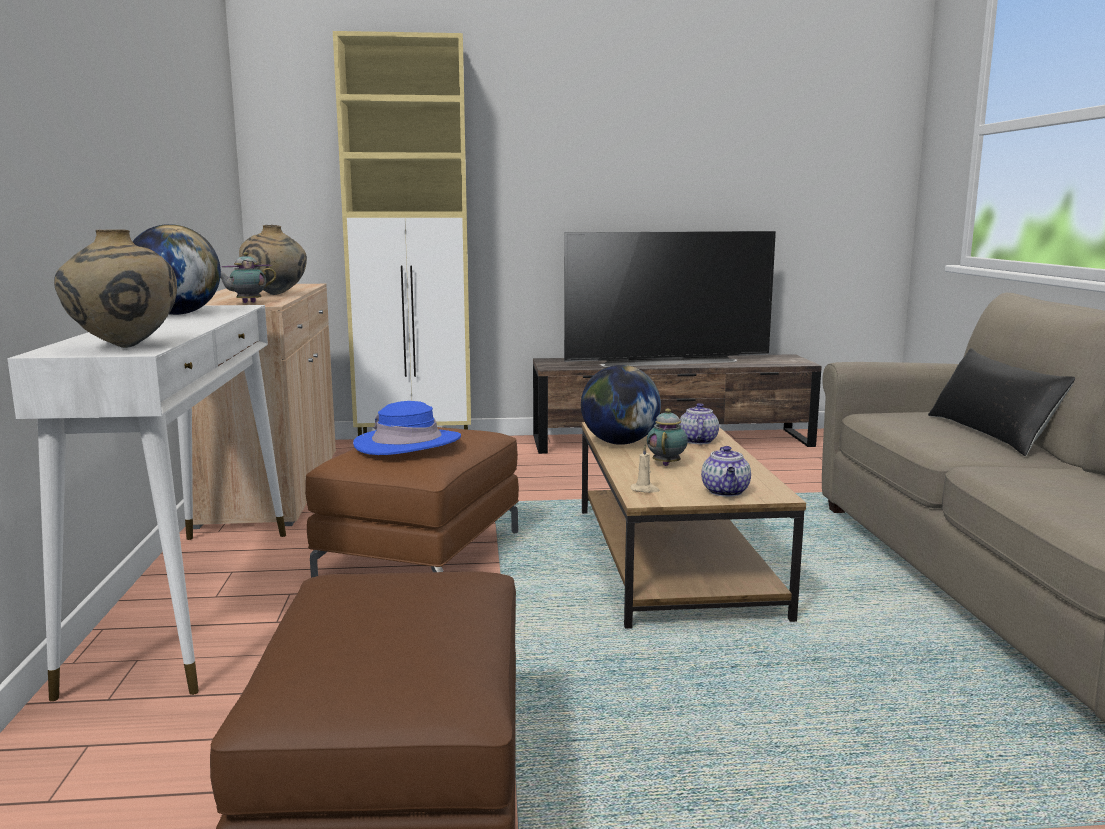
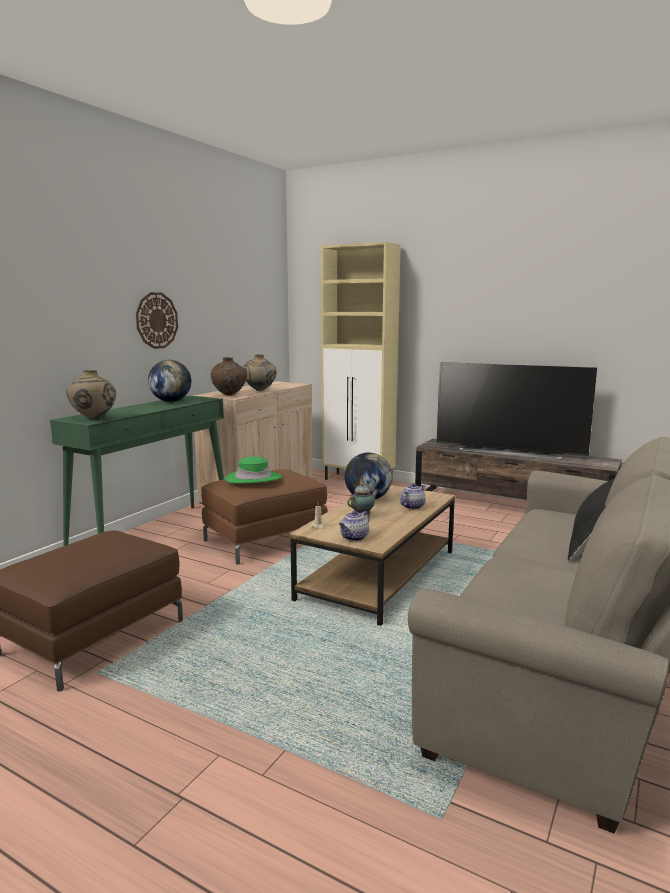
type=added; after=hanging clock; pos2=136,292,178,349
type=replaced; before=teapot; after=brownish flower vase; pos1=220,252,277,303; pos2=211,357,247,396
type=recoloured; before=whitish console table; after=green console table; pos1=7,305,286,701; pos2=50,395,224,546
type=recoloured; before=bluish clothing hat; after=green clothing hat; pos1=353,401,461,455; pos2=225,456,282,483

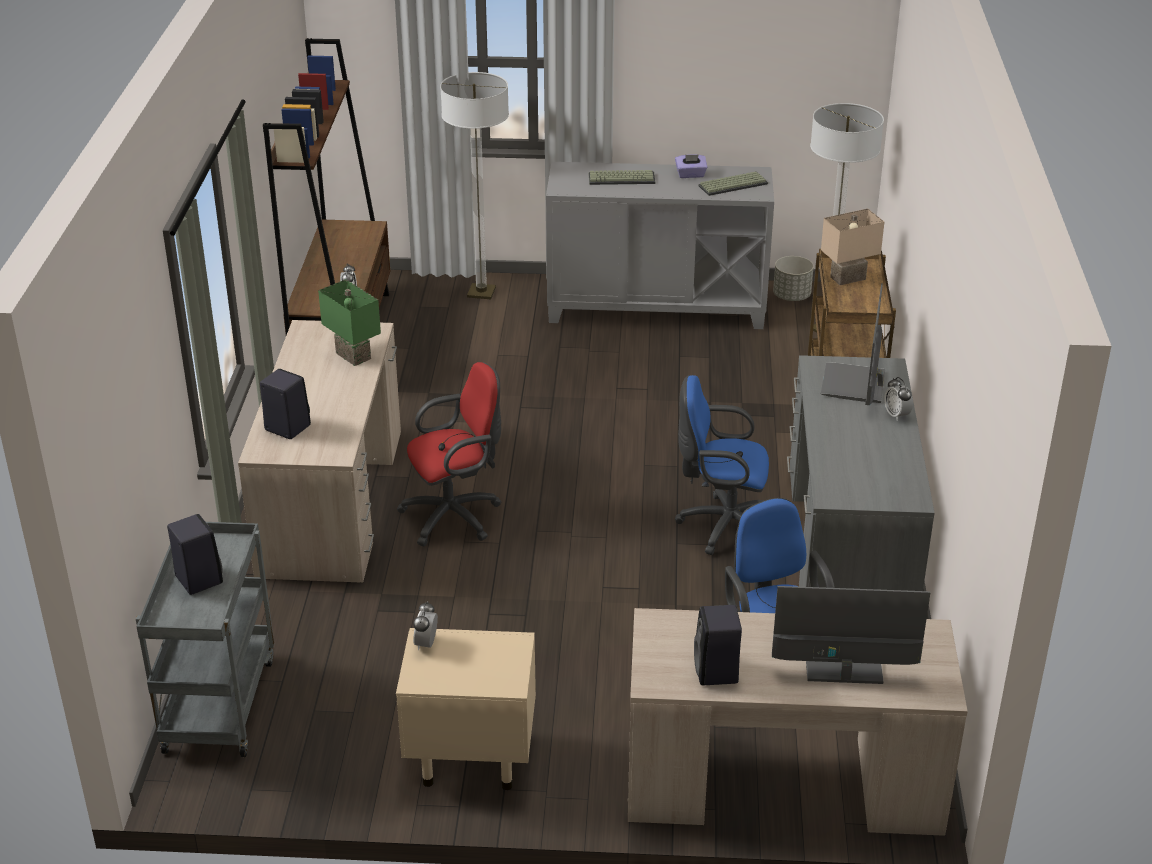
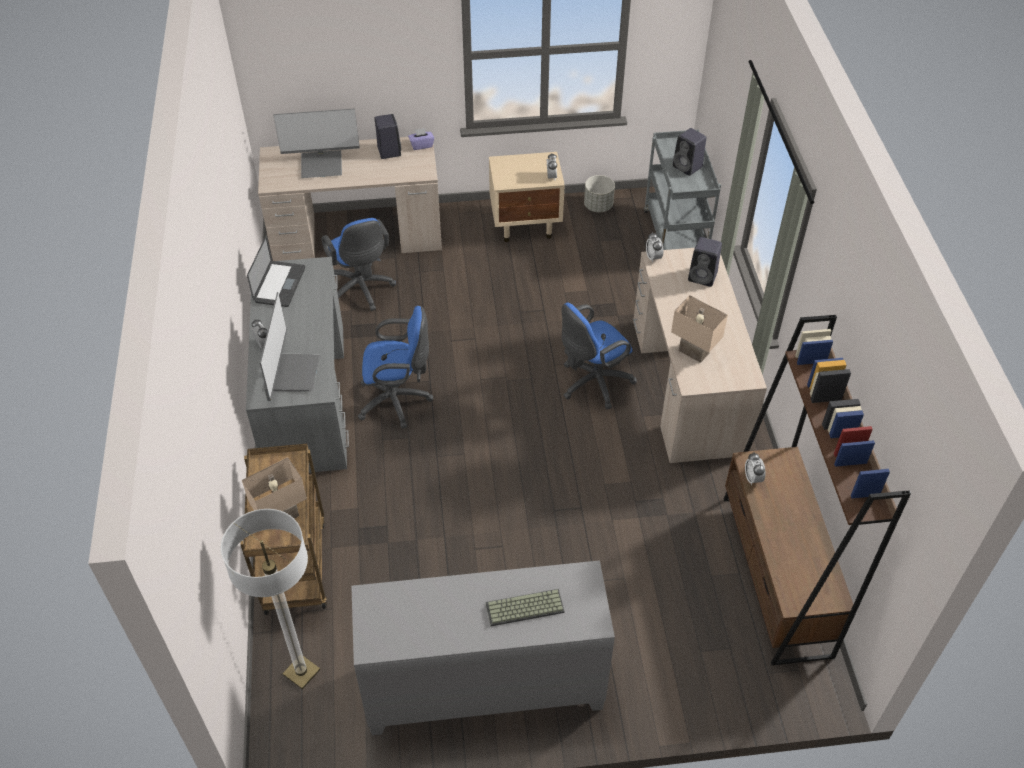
type=removed; before=standing lamp; pos1=440,72,509,299
type=removed; before=keyboard; pos1=698,171,768,196
type=added; after=portable computer; pos2=247,235,305,307
type=added; after=table clock; pos2=646,232,664,262
type=moved; before=purple box of tissues; pos1=675,154,708,178; pos2=408,128,434,150
type=moved; before=greyish flower pot; pos1=773,256,814,301; pos2=584,175,615,212
type=recoloured; before=green lamp for a table; after=sand-coloured lamp for a table; pos1=318,279,381,366; pos2=671,295,728,363
type=recoloured; before=red office chair; after=bluish office chair; pos1=397,362,501,546; pos2=562,303,637,409

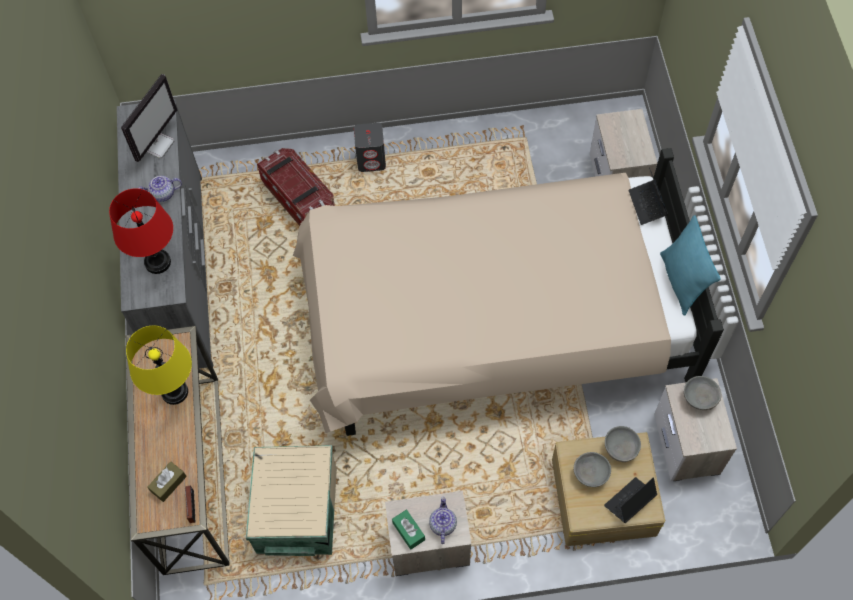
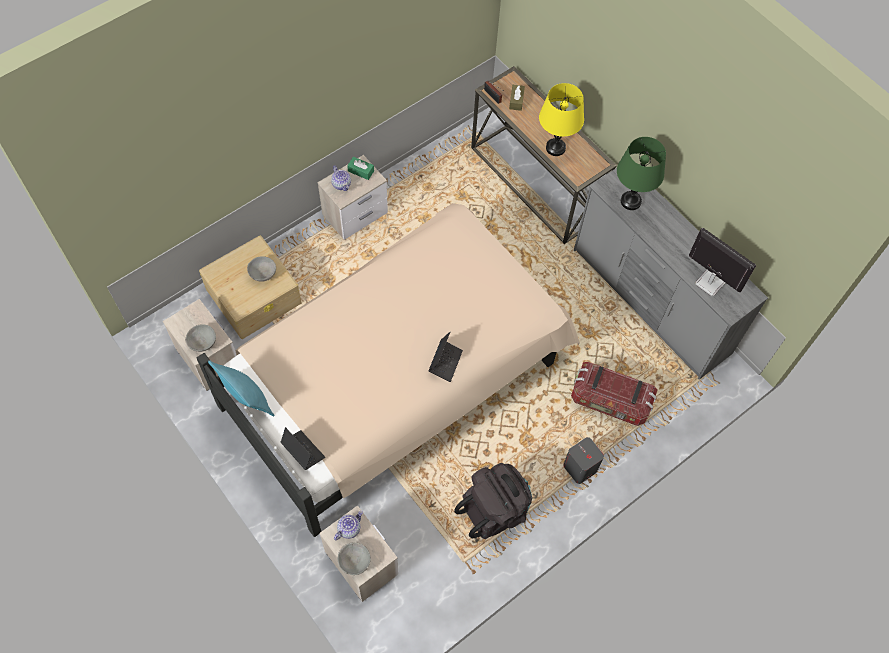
type=removed; before=sand-coloured storage box; pos1=246,445,337,556
type=added; after=black-coloured rucksack; pos2=454,463,532,539
type=moved; before=teapot; pos1=138,176,182,202; pos2=334,510,363,541
type=moved; before=portable computer; pos1=604,477,657,523; pos2=428,332,463,382
type=moved; before=greyish deep dish; pos1=605,426,641,462; pos2=338,542,371,575
type=recoloured; before=red lamp for a table; after=green lamp for a table; pos1=109,188,173,274; pos2=617,137,666,210
type=turned; before=monitor; pos1=121,74,177,162; pos2=689,228,756,296; turn=135

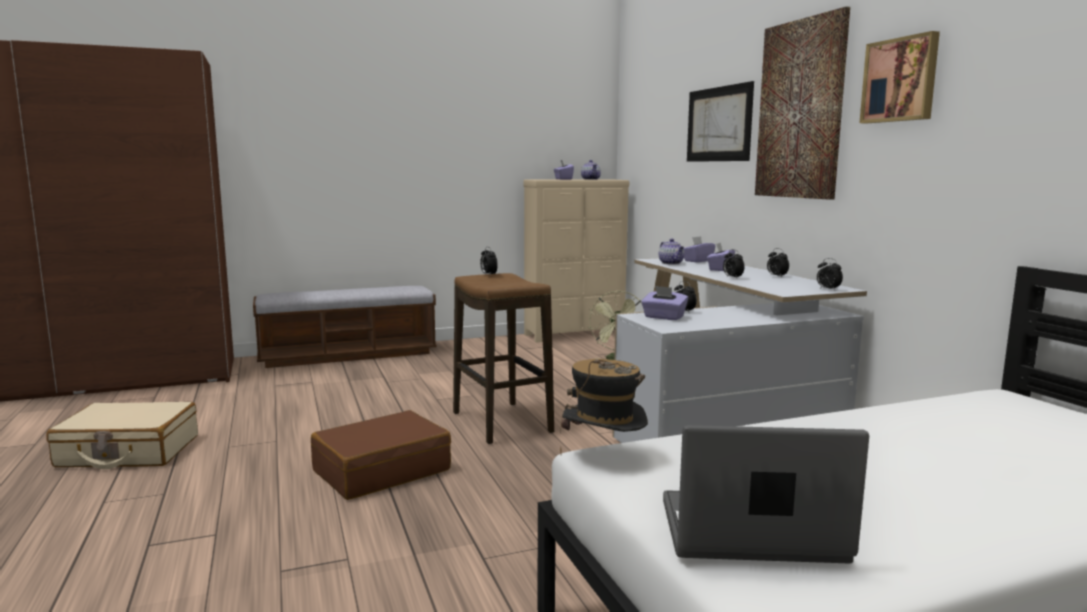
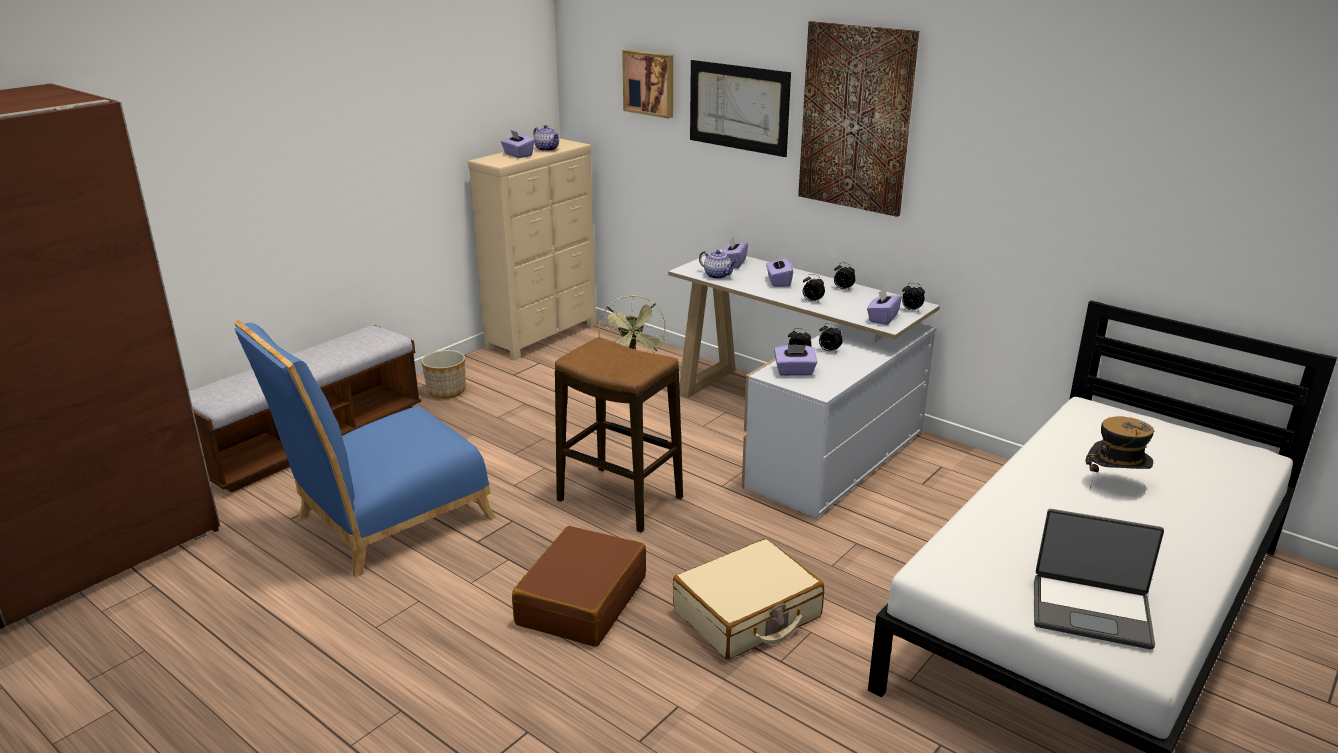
type=added; after=bluish chair; pos2=234,320,496,578
type=added; after=flower pot; pos2=421,350,466,399
type=added; after=purple box of tissues; pos2=867,288,902,325
type=moved; before=sand-coloured travel case; pos1=46,402,198,469; pos2=673,539,824,660
type=moved; before=table clock; pos1=480,247,498,275; pos2=819,323,843,352
type=moved; before=clothing hat; pos1=560,359,648,453; pos2=1086,417,1154,489
type=moved; before=wall art; pos1=860,31,940,124; pos2=622,50,673,119
type=turned; before=portable computer; pos1=663,425,869,564; pos2=1034,509,1164,650; turn=-135

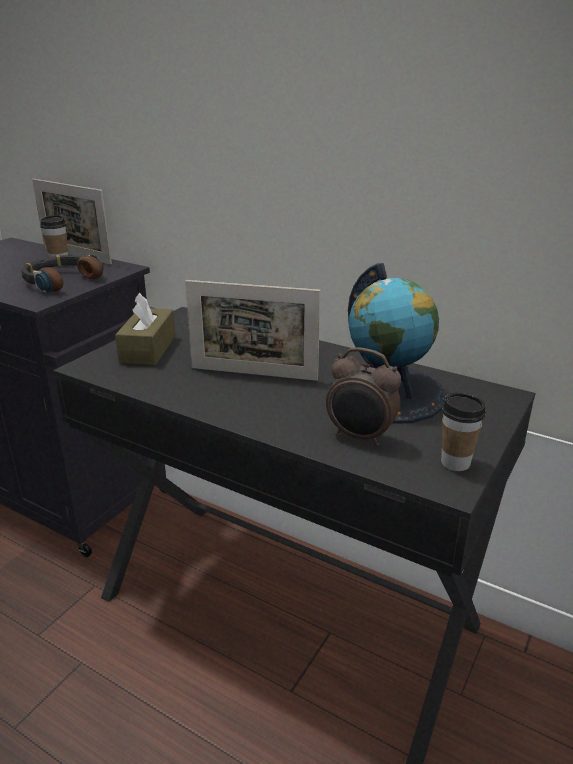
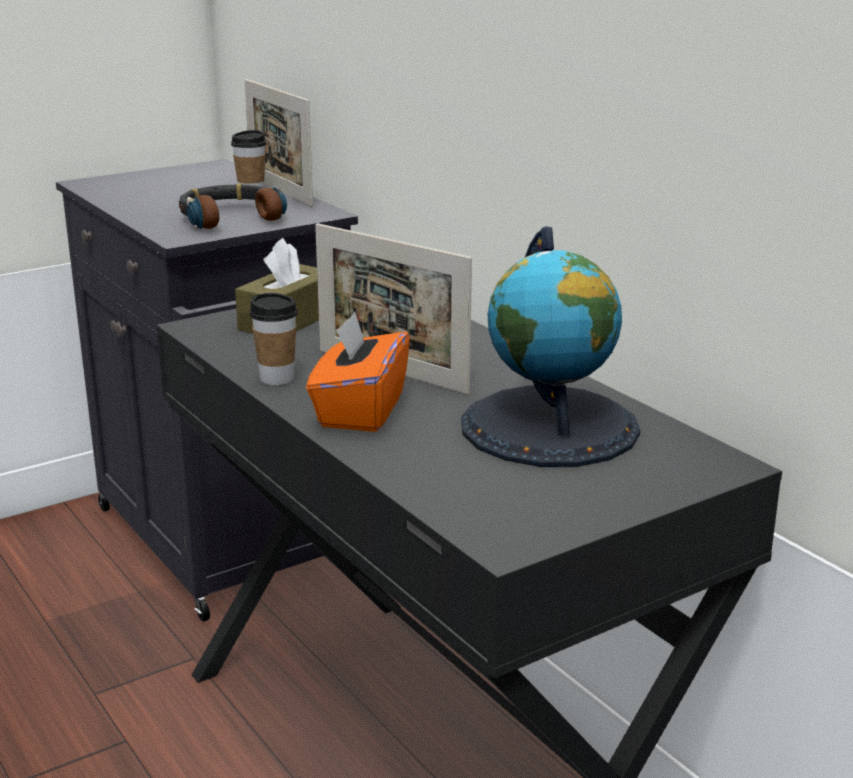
type=removed; before=table clock; pos1=326,347,401,446
type=added; after=orange box of tissues; pos2=306,312,410,432
type=moved; before=small cup; pos1=441,393,486,471; pos2=249,293,298,385

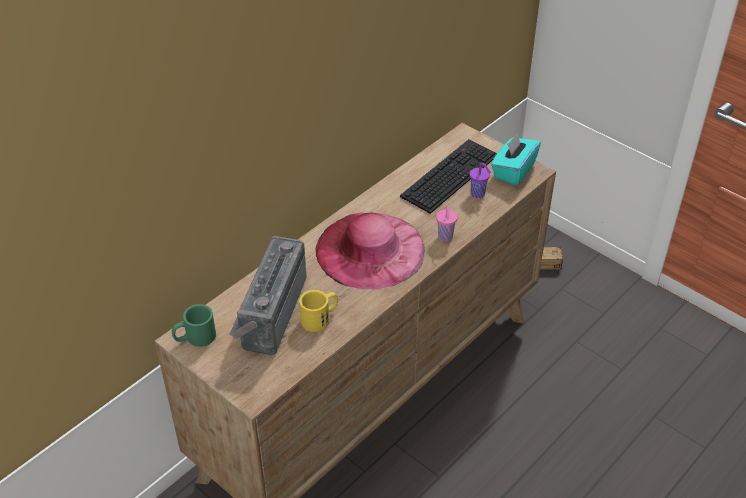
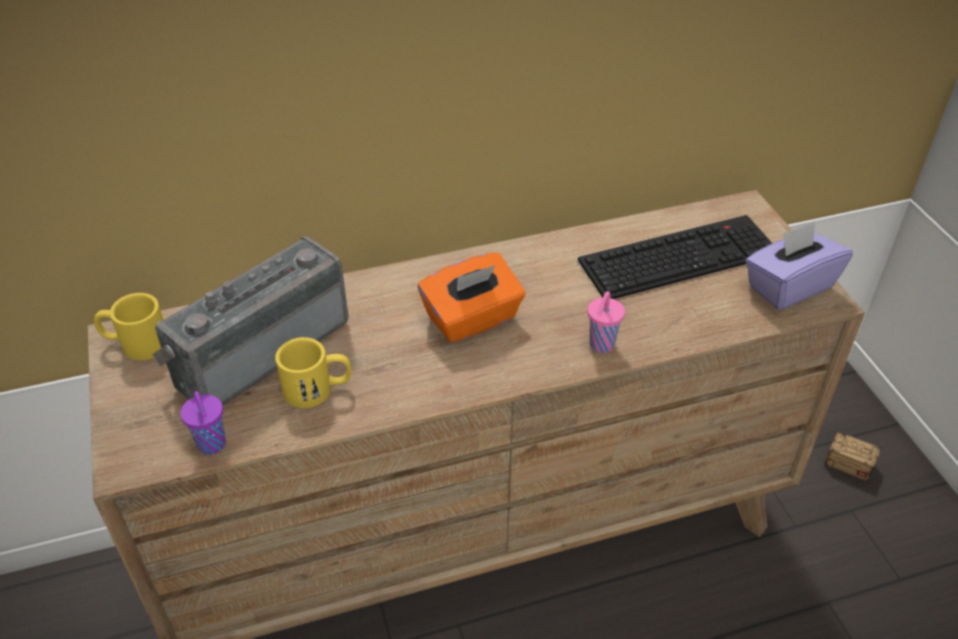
type=moved; before=purple small cup; pos1=470,163,491,198; pos2=180,391,226,455
type=replaced; before=pinkish clothing hat; after=orange box of tissues; pos1=316,213,425,290; pos2=418,253,525,343
type=recoloured; before=green coffee mug; after=yellowish coffee mug; pos1=172,304,216,347; pos2=94,293,163,360
type=recoloured; before=blue-green box of tissues; after=purple box of tissues; pos1=491,133,541,186; pos2=745,222,853,310

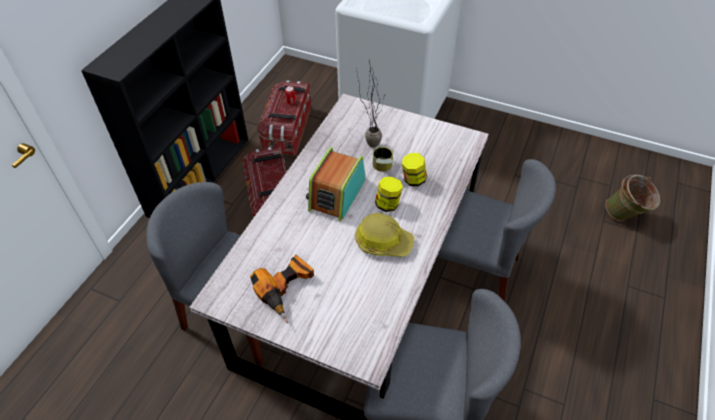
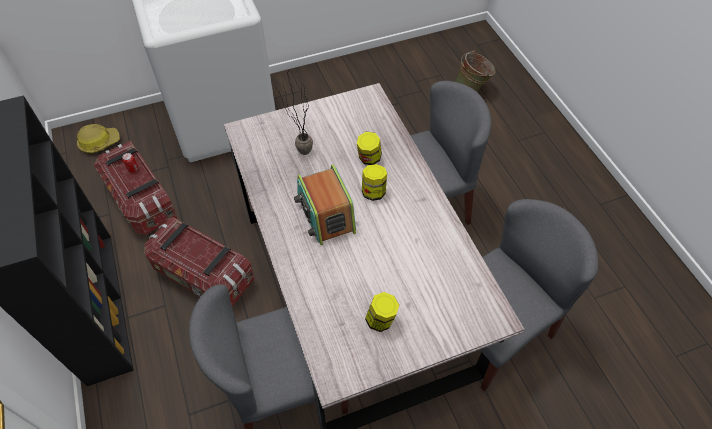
type=removed; before=metal can; pos1=373,146,394,172
type=moved; before=safety helmet; pos1=355,213,414,257; pos2=77,124,120,153
type=replaced; before=electric drill; after=preserve jar; pos1=250,255,314,323; pos2=365,292,399,332

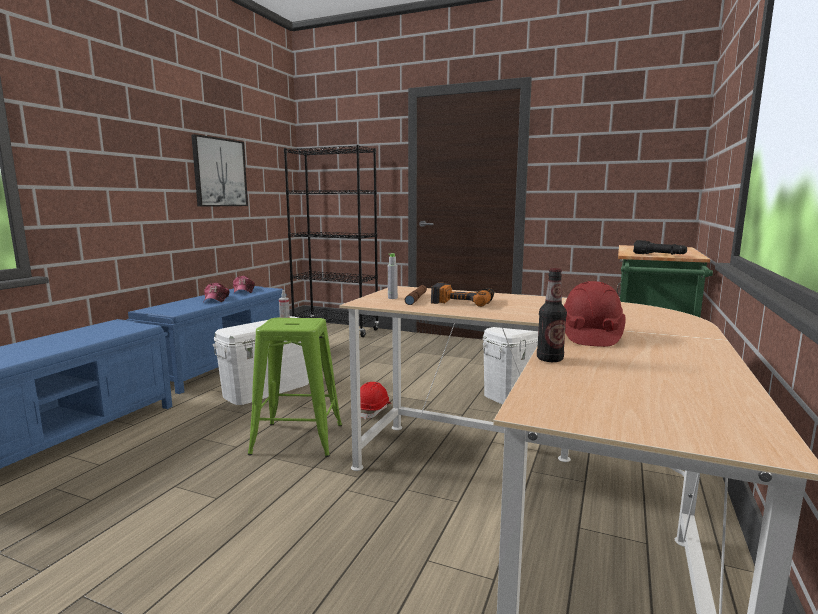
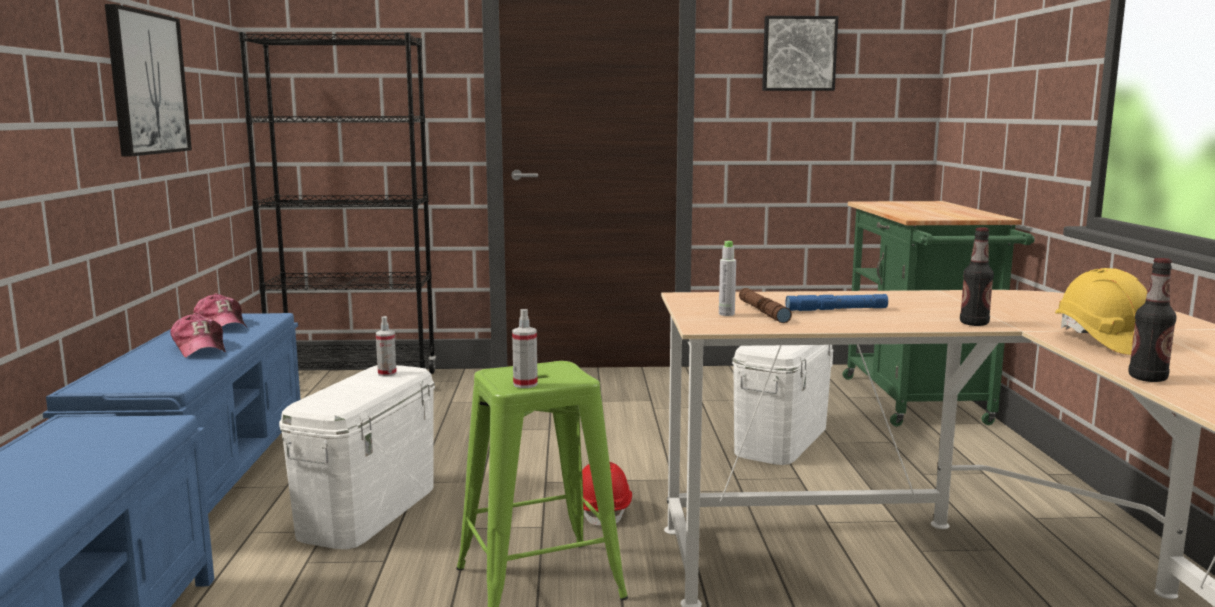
type=removed; before=black-coloured torch; pos1=633,240,687,255
type=added; after=hand sprayer; pos2=512,309,538,388
type=added; after=wall art; pos2=762,16,838,91
type=added; after=drink bottle; pos2=960,227,994,326
type=replaced; before=electric drill; after=bluish torch; pos1=431,282,494,307; pos2=785,294,888,311
type=recoloured; before=red safety helmet; after=yellowish safety helmet; pos1=564,281,626,347; pos2=1055,268,1147,355

